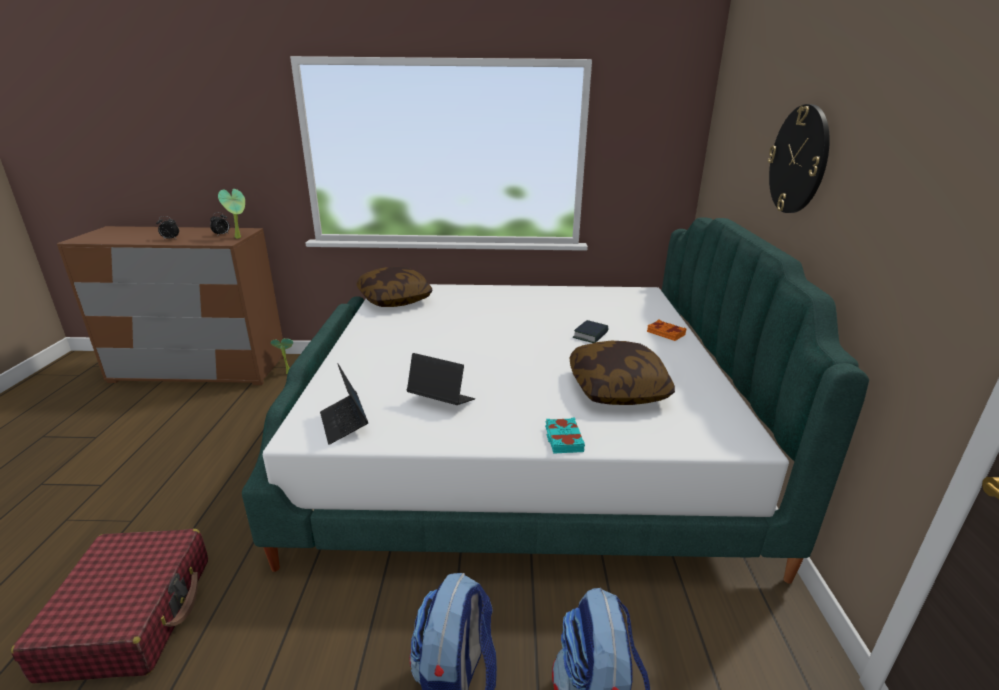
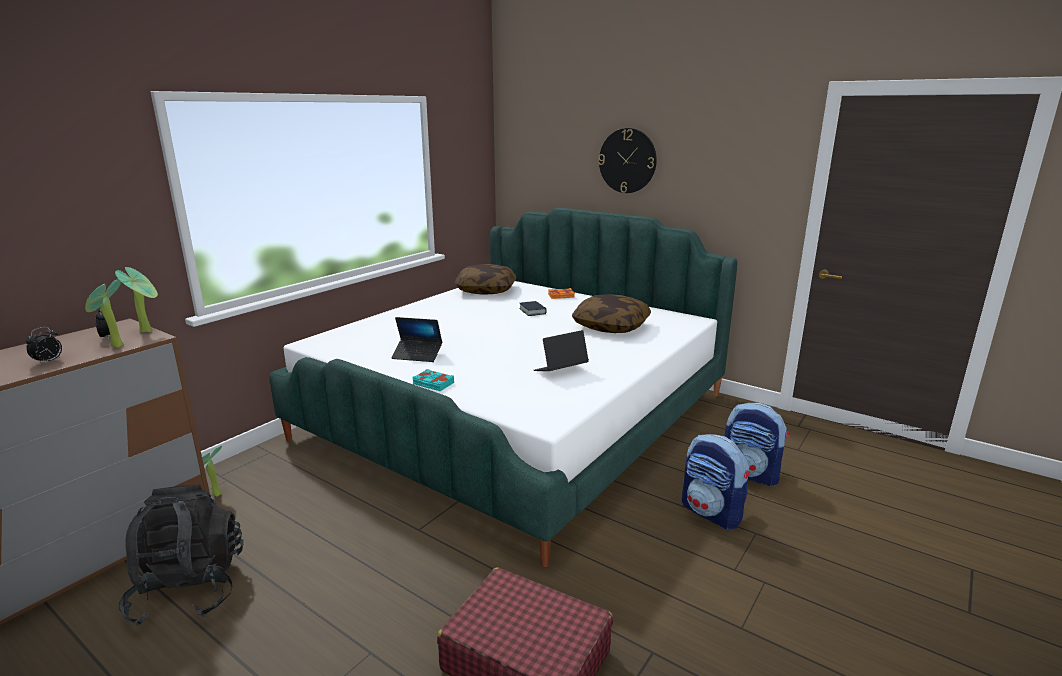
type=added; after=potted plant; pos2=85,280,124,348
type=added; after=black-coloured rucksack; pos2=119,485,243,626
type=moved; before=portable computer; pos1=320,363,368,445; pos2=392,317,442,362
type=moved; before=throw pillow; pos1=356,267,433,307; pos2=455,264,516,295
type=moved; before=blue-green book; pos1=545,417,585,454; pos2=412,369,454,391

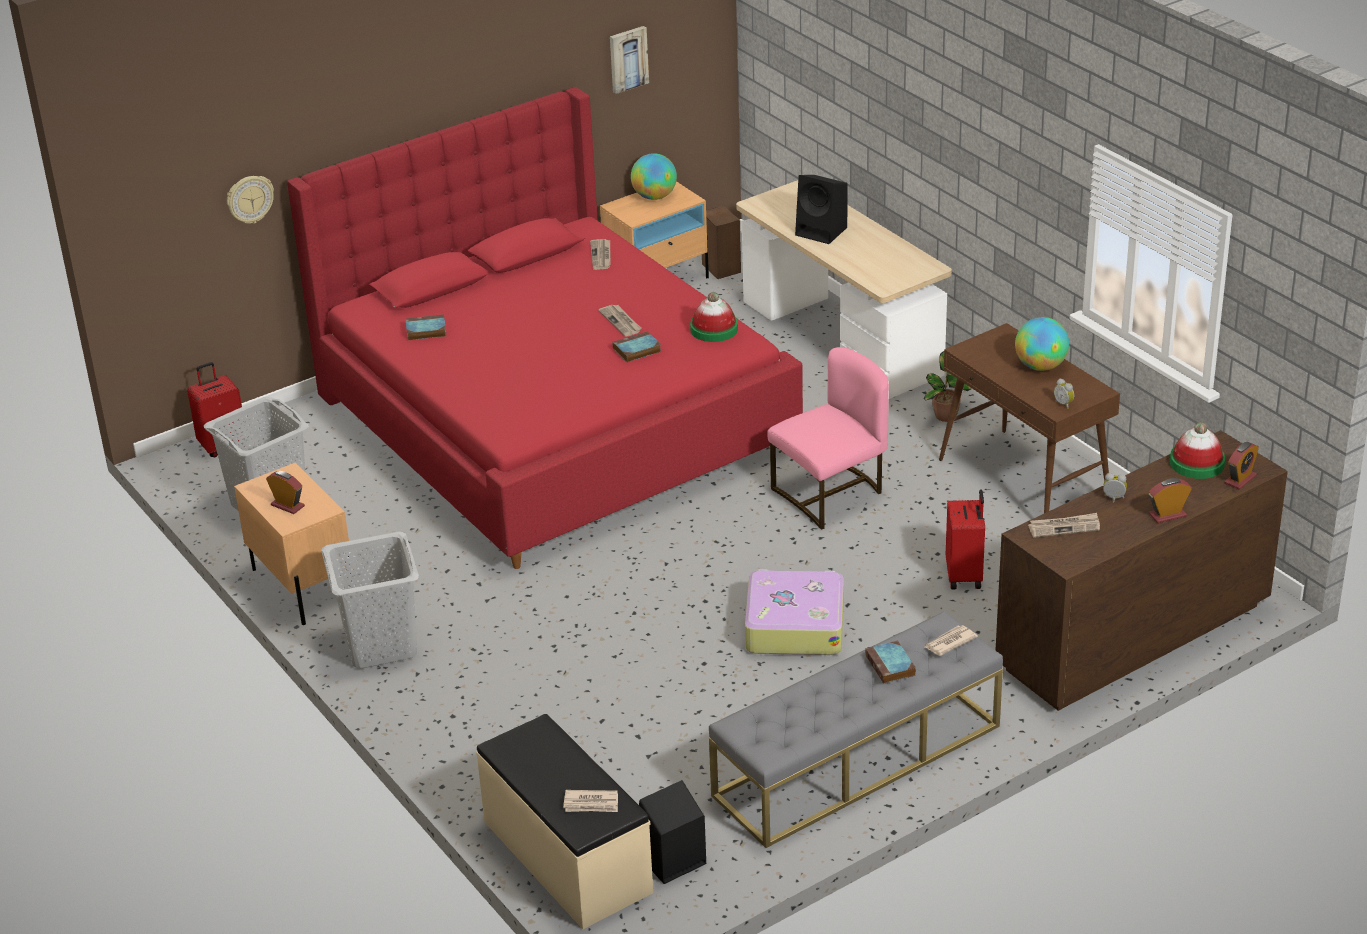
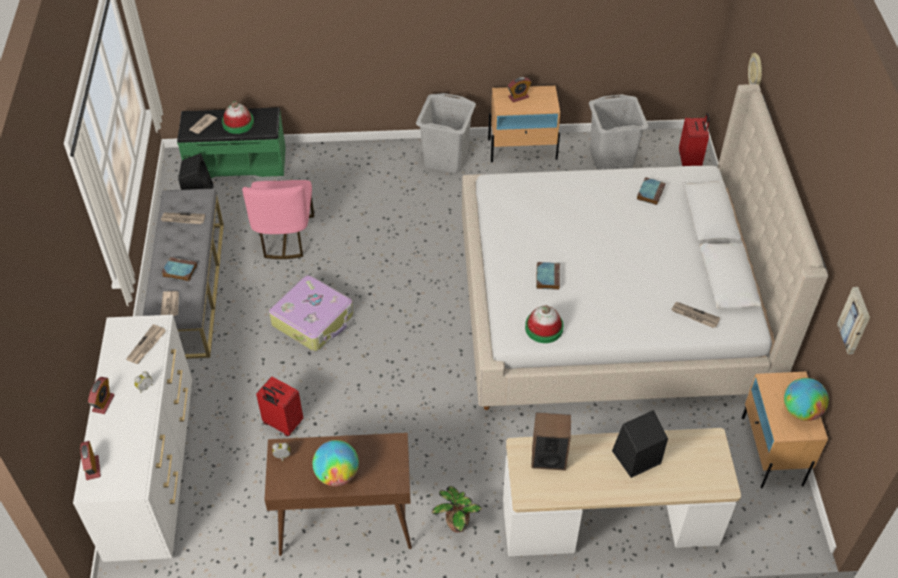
type=moved; before=daily paper; pos1=599,305,642,337; pos2=161,213,205,224
type=moved; before=loudspeaker; pos1=702,206,741,279; pos2=531,412,571,471
type=moved; before=pinkish chair; pos1=767,347,889,530; pos2=242,180,314,259
type=moved; before=clothing hat; pos1=1170,422,1225,479; pos2=222,101,254,134
type=recoloured; before=red bedroom bed; after=sand-coloured bedroom bed; pos1=287,87,803,569; pos2=462,84,828,410
type=recoloured; before=sand-coloured bench; after=green bench; pos1=476,714,653,929; pos2=177,107,286,178
type=recoloured; before=brownish dresser; after=whitish dresser; pos1=996,430,1288,711; pos2=73,315,192,562

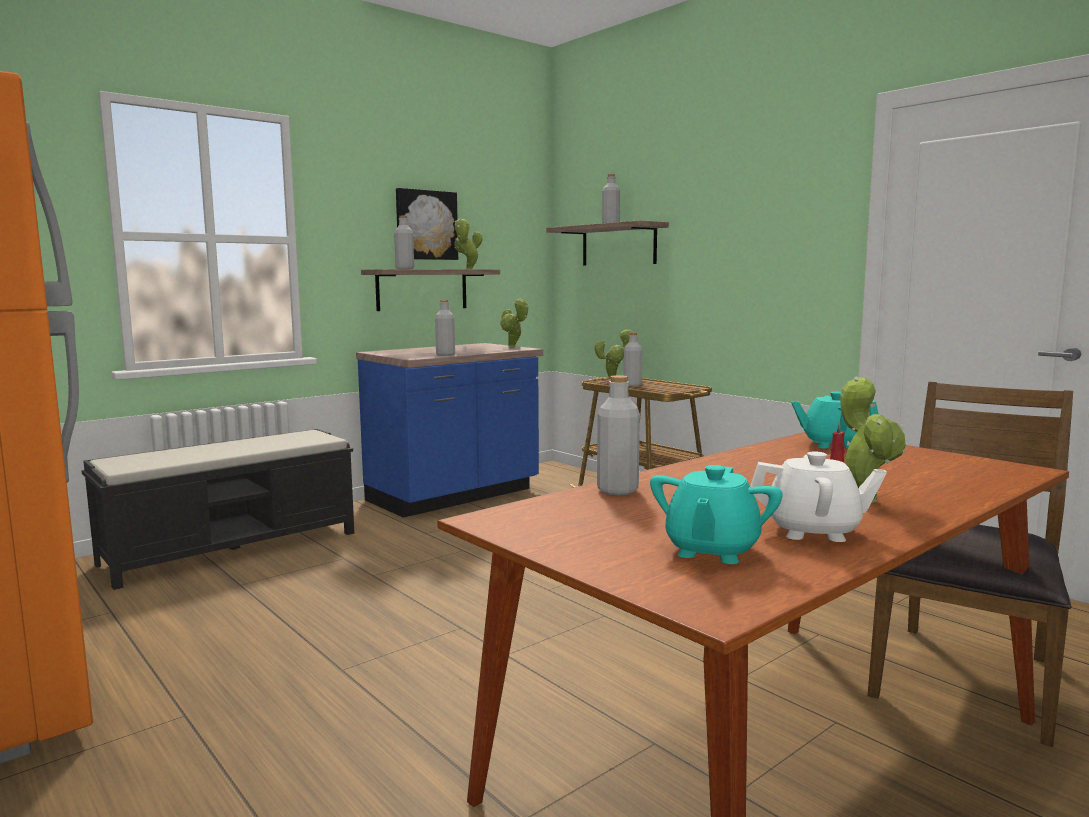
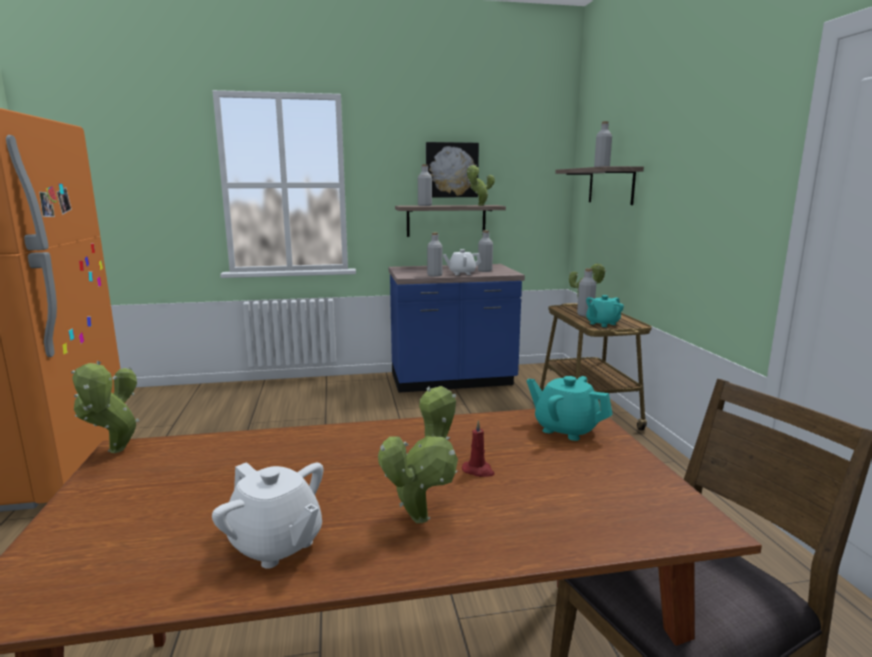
type=removed; before=black-coloured bench; pos1=82,429,354,590
type=added; after=whitish teapot; pos2=443,249,481,275
type=moved; before=potted plant; pos1=500,298,528,347; pos2=71,361,139,453
type=moved; before=greyish drink bottle; pos1=597,375,640,495; pos2=478,230,493,272
type=moved; before=blue-green teapot; pos1=650,465,783,564; pos2=586,295,624,327

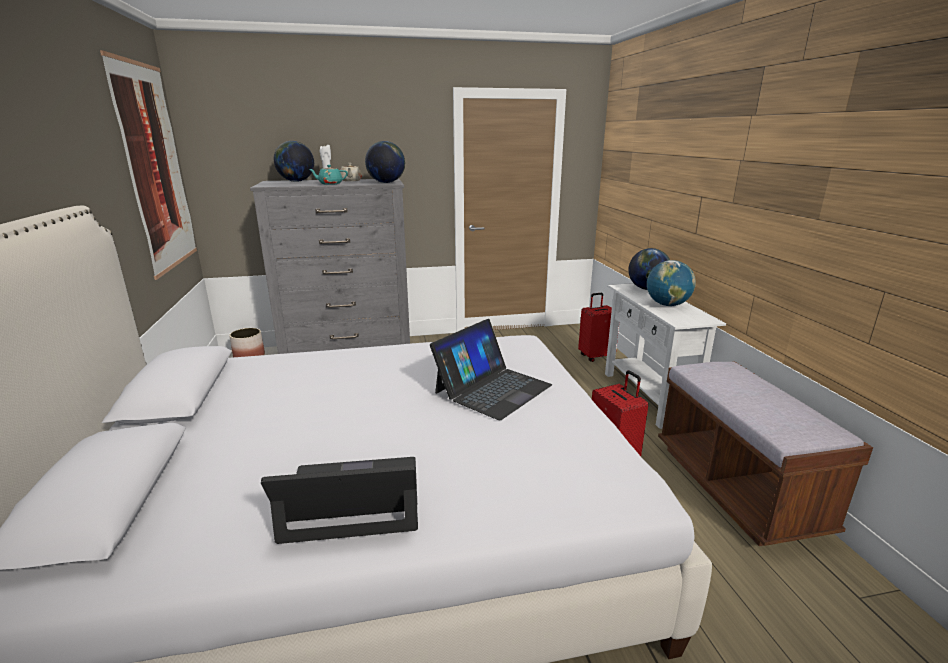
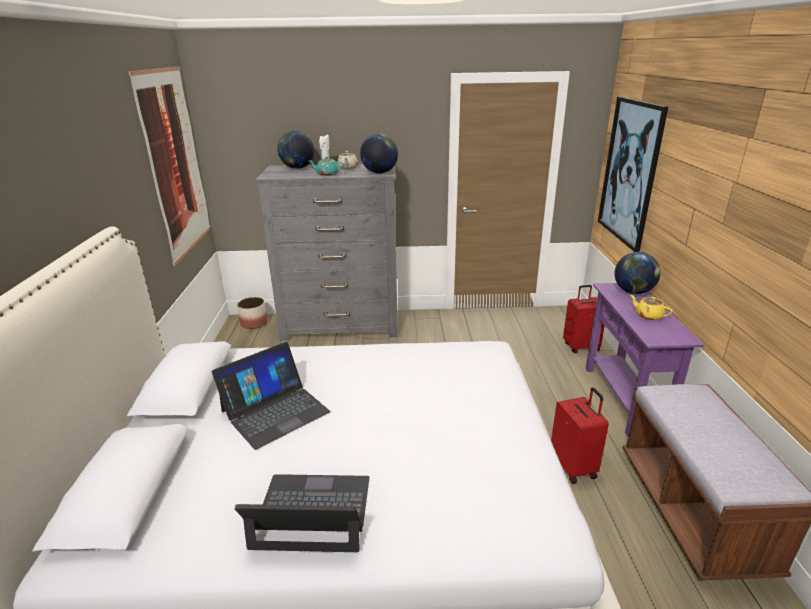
type=added; after=wall art; pos2=598,96,668,252
type=moved; before=portable computer; pos1=430,319,552,420; pos2=212,342,330,450
type=replaced; before=world globe; after=yellowish teapot; pos1=647,260,696,306; pos2=630,295,673,320
type=recoloured; before=whitish console table; after=purple console table; pos1=605,283,726,429; pos2=585,283,704,437

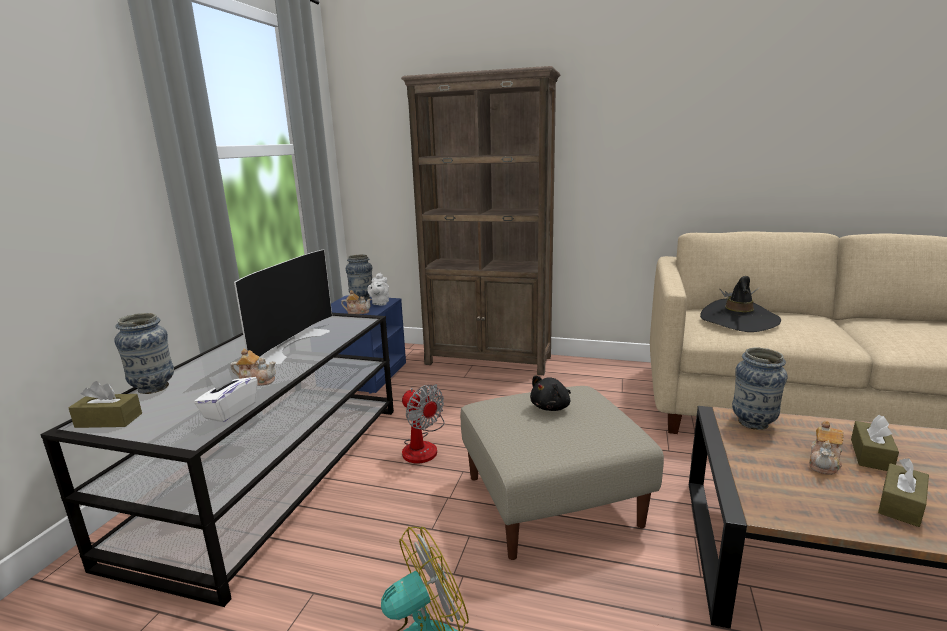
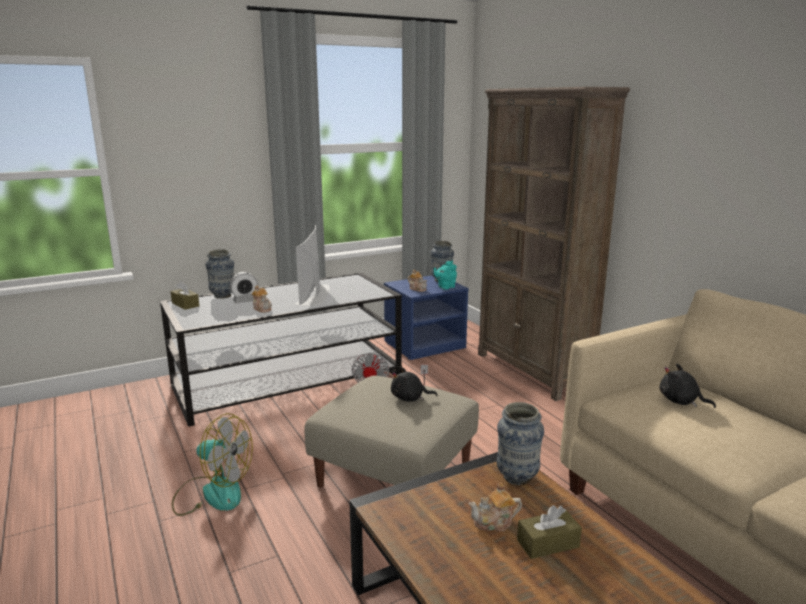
type=removed; before=whitish box of tissues; pos1=194,369,258,423
type=removed; before=brownish box of tissues; pos1=878,458,929,527
type=added; after=table clock; pos2=229,272,258,304
type=replaced; before=black-coloured clothing hat; after=black-coloured soft toy; pos1=700,276,781,332; pos2=660,364,716,408
type=recoloured; before=whitish teapot; after=blue-green teapot; pos1=367,273,389,306; pos2=434,261,457,290
type=turned; before=television; pos1=234,249,332,365; pos2=294,225,330,306; turn=120

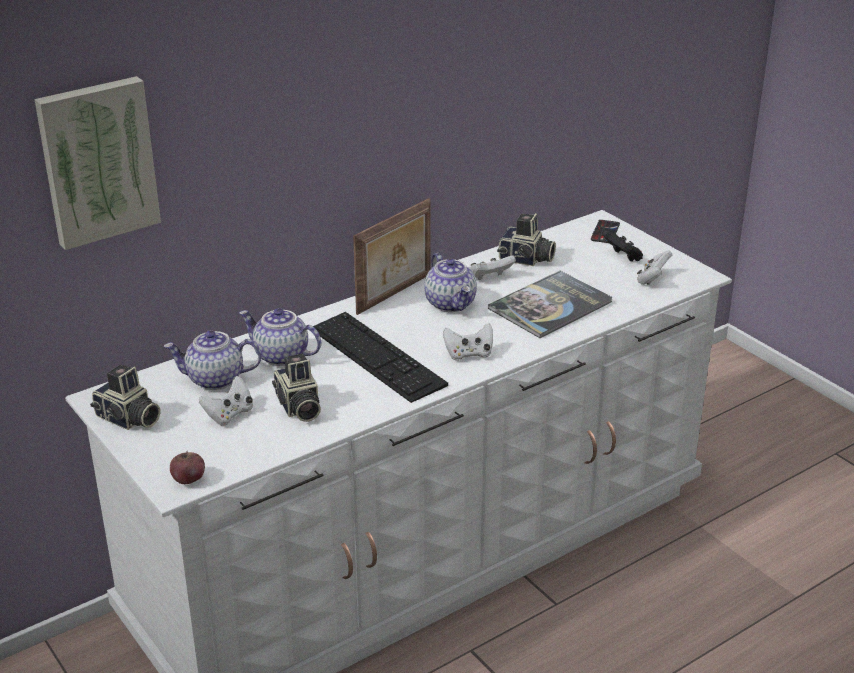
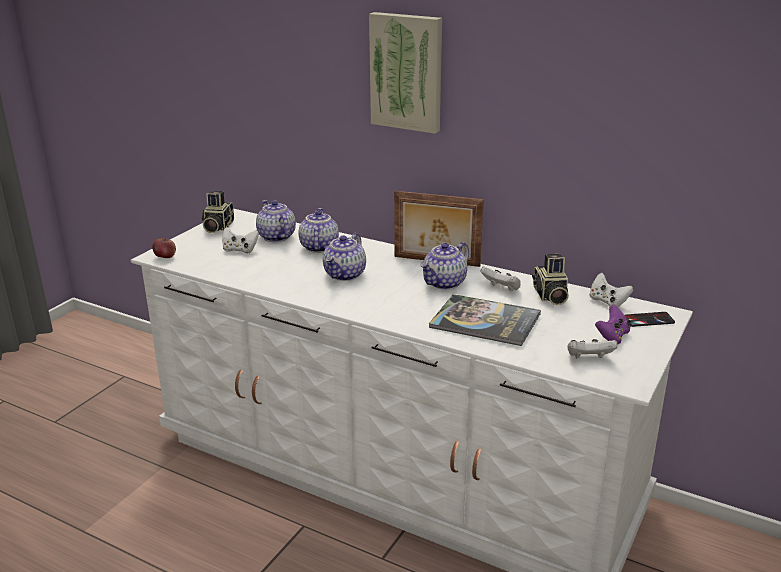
type=removed; before=still camera; pos1=272,353,321,422
type=moved; before=wall art; pos1=34,76,161,250; pos2=369,12,442,134
type=moved; before=whitish gamepad; pos1=443,323,493,361; pos2=589,273,633,307
type=replaced; before=keyboard; after=teapot; pos1=314,312,448,403; pos2=323,233,366,281
type=recoloured; before=black-coloured gamepad; after=purple gamepad; pos1=603,230,643,261; pos2=595,305,632,345

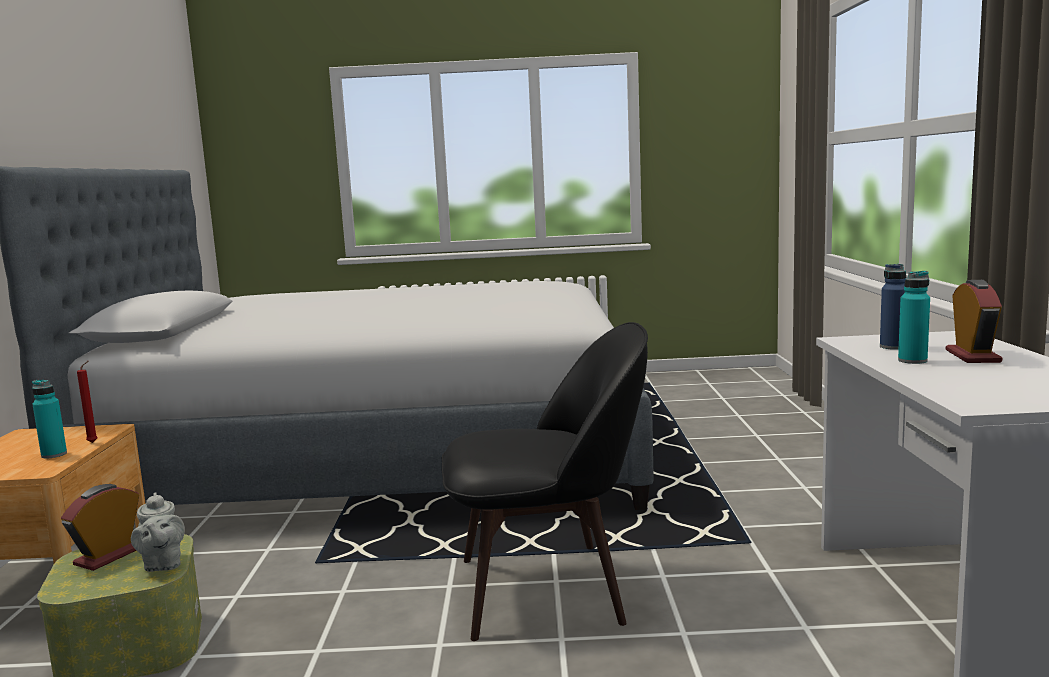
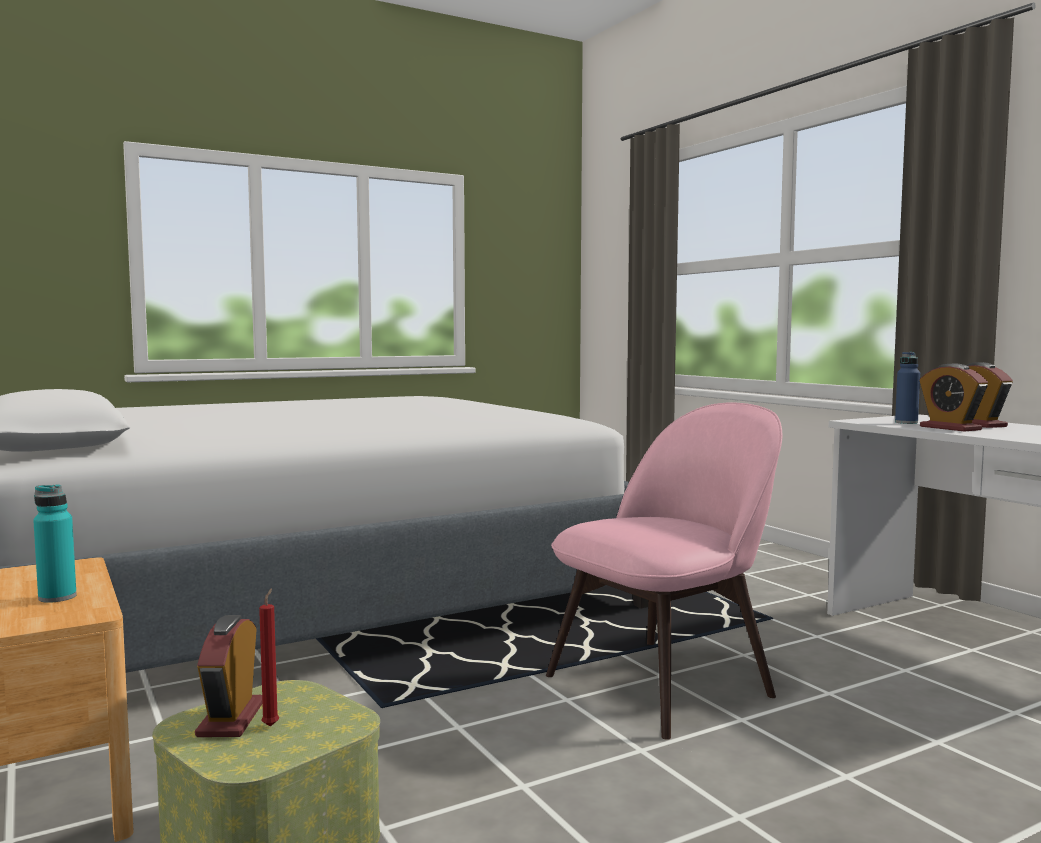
type=removed; before=greyish teapot; pos1=131,492,185,572
type=moved; before=red candle; pos1=77,361,98,443; pos2=259,589,279,727
type=replaced; before=blue-green drink bottle; after=table clock; pos1=898,271,930,364; pos2=919,363,988,431
type=recoloured; before=black-coloured chair; after=pinkish chair; pos1=442,322,648,641; pos2=546,402,782,740

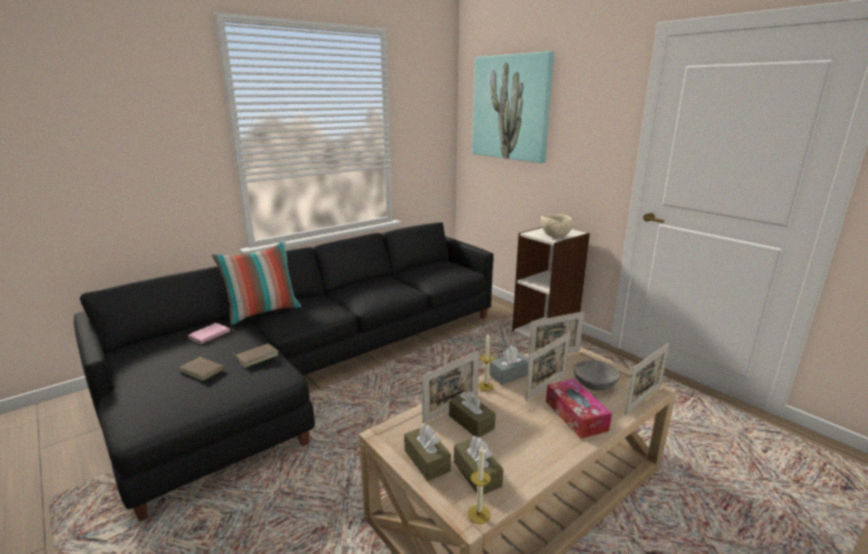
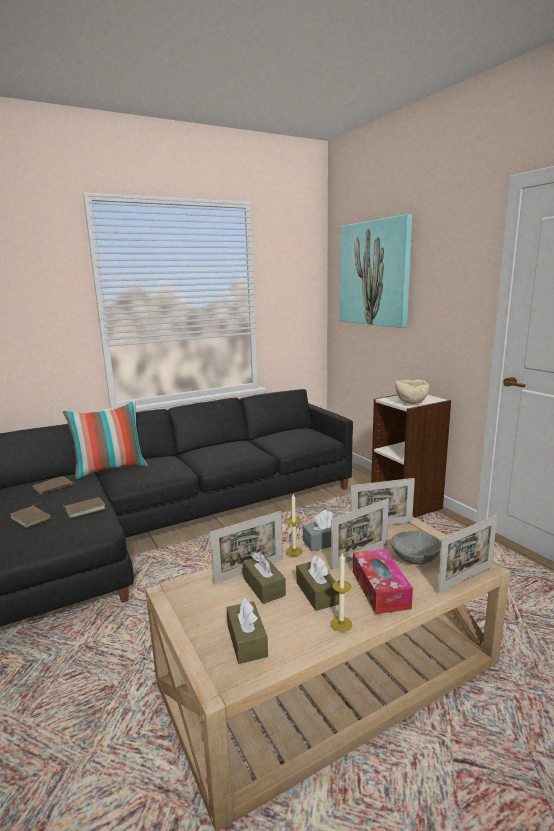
type=moved; before=brownish box of tissues; pos1=404,424,451,481; pos2=296,555,339,611
type=moved; before=candle; pos1=468,446,491,524; pos2=331,553,352,632
type=recoloured; before=pinkish book; after=brownish book; pos1=188,323,234,344; pos2=33,476,74,495

